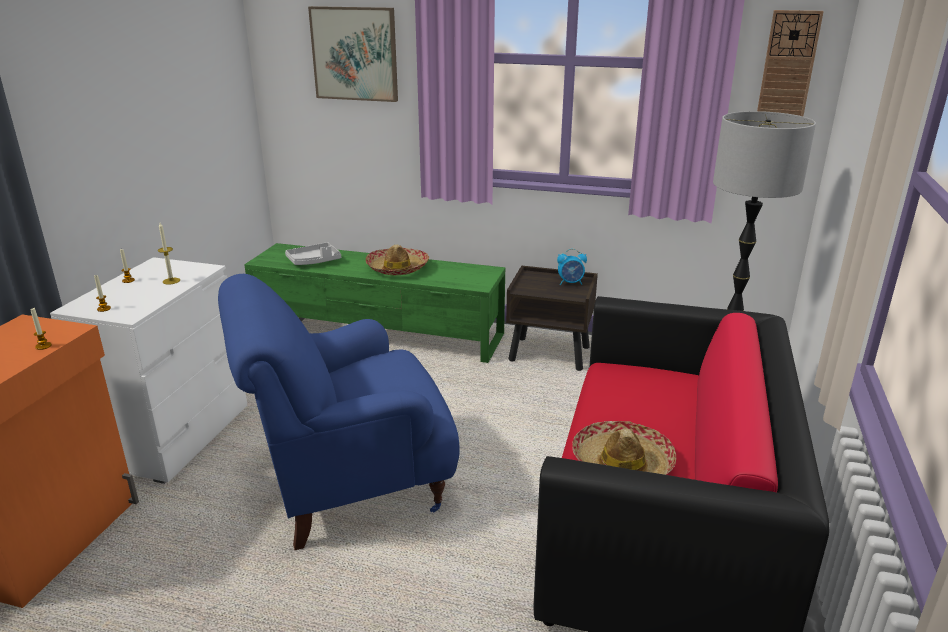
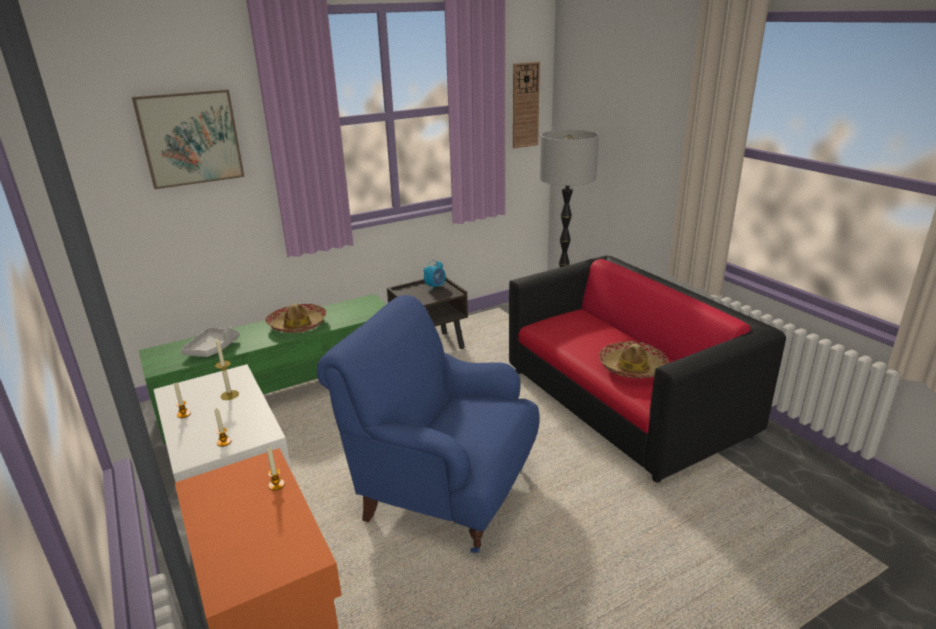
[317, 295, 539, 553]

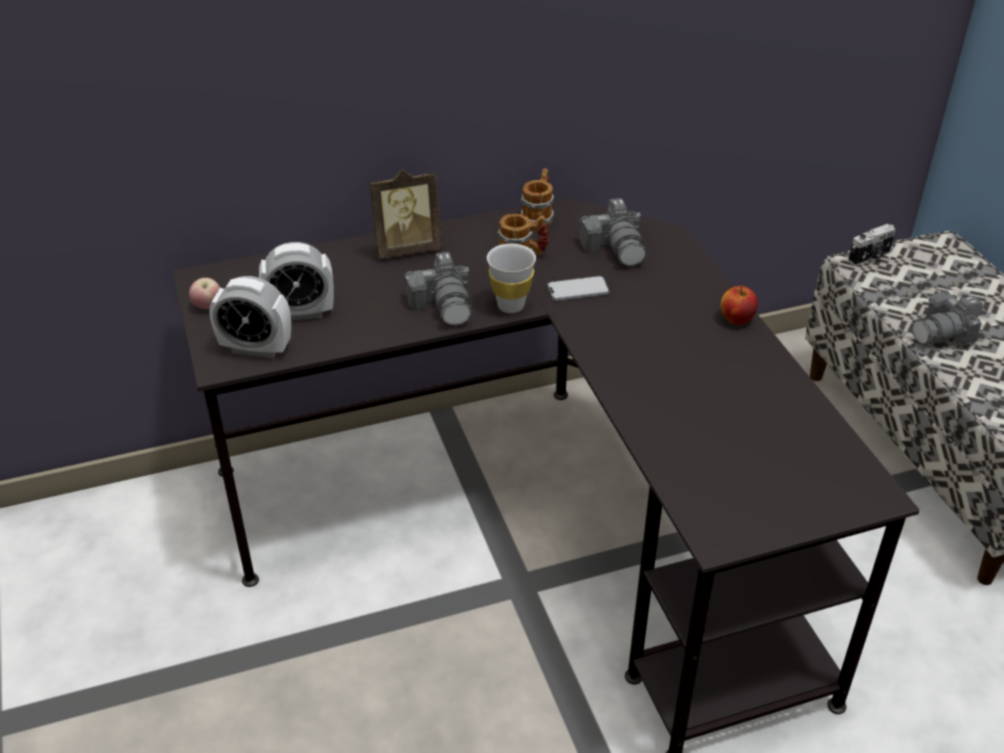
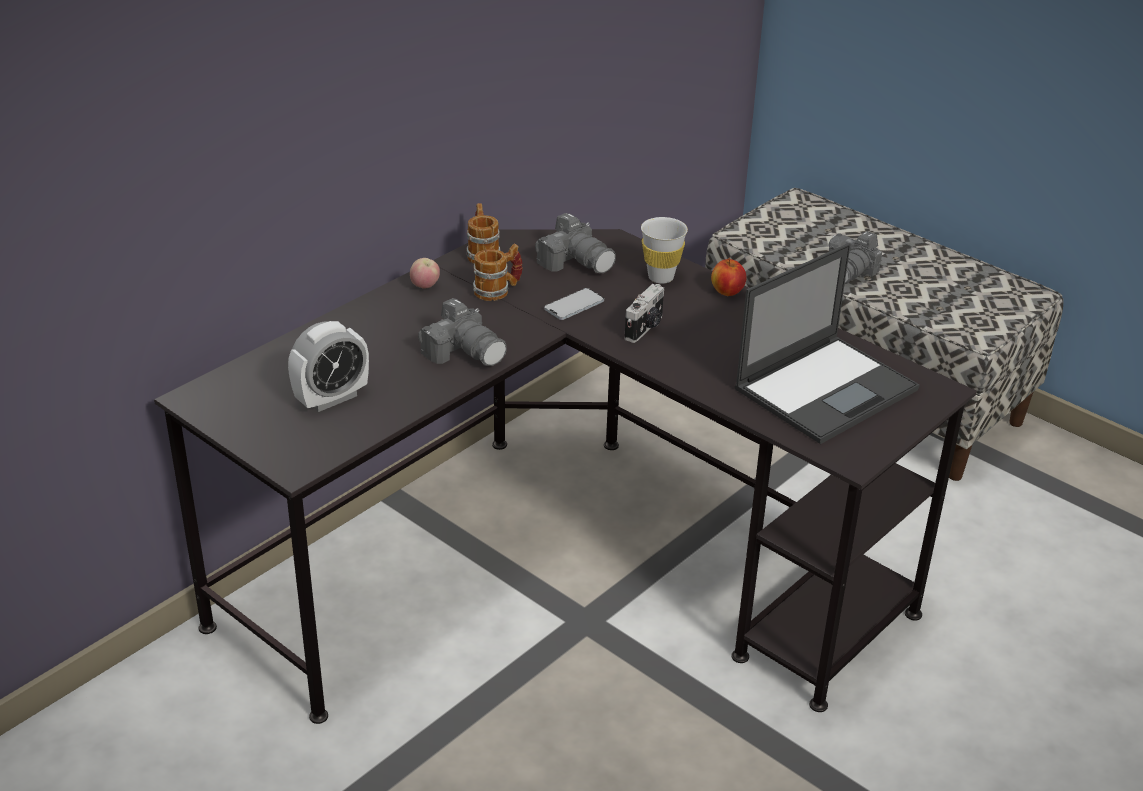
[370, 169, 442, 259] (first image)
[624, 284, 664, 343]
[641, 217, 688, 284]
[209, 276, 291, 358] (first image)
[410, 258, 440, 288]
[735, 243, 919, 444]

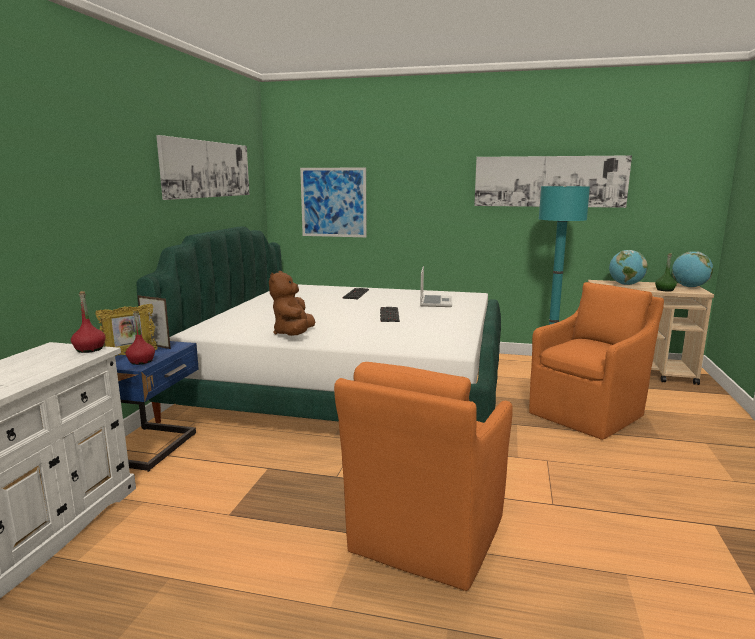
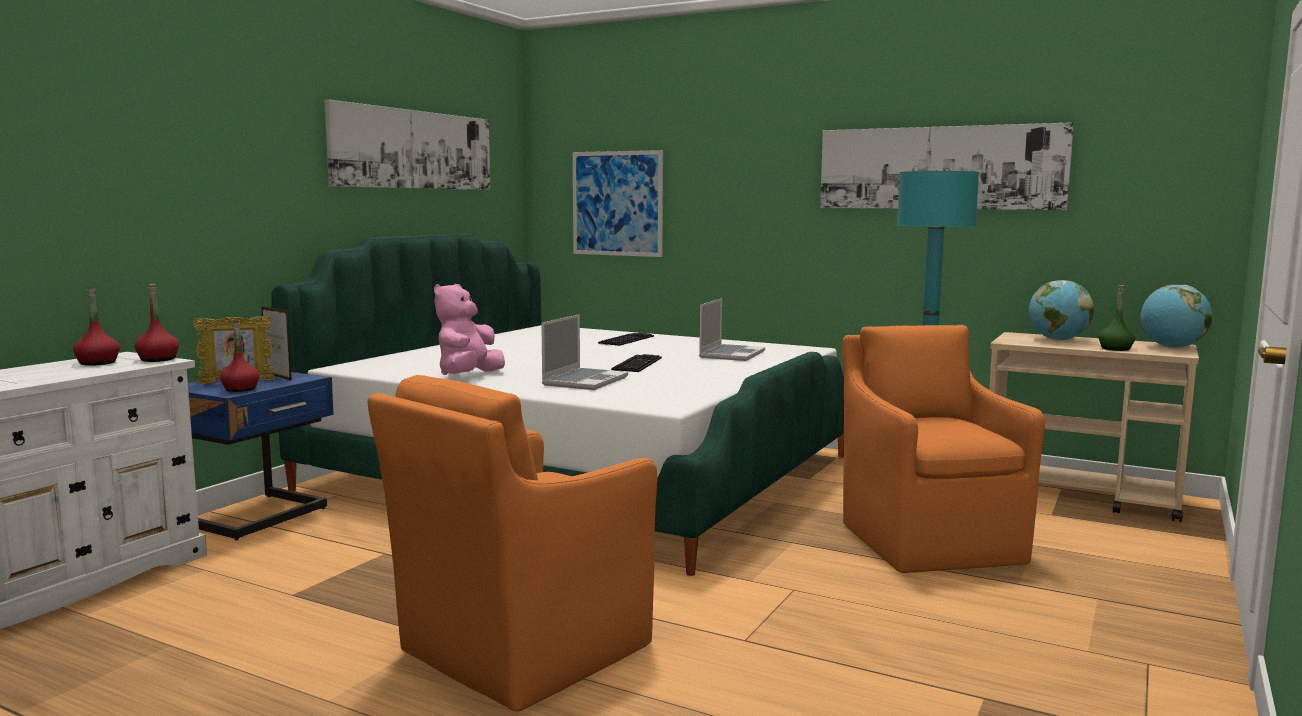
[434, 284, 505, 375]
[842, 325, 1045, 573]
[73, 286, 120, 366]
[541, 314, 628, 390]

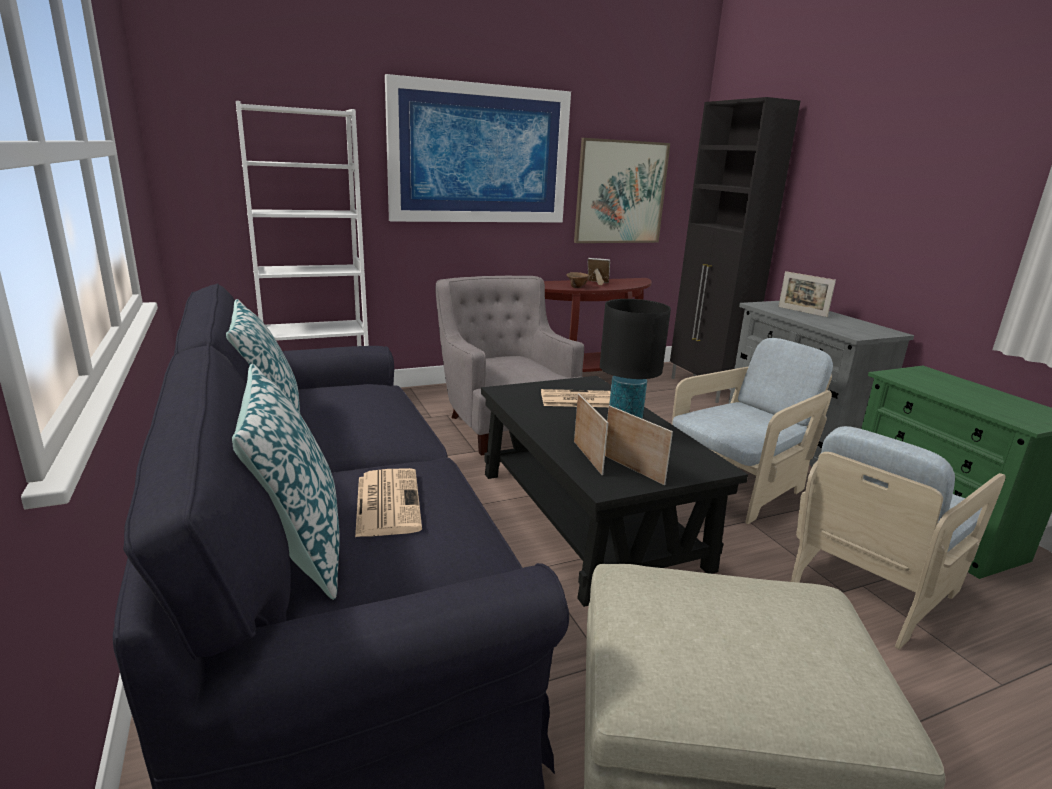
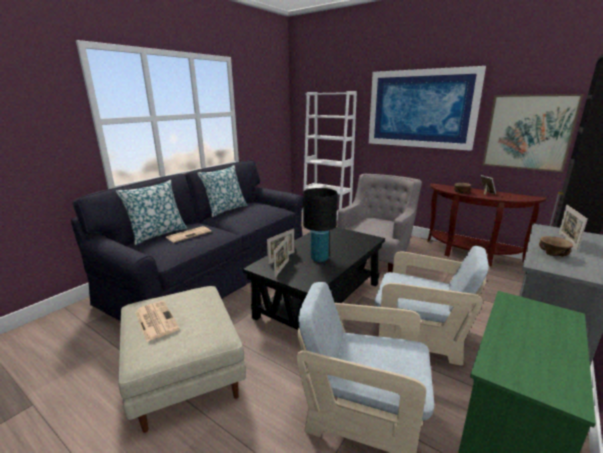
[135, 301, 179, 342]
[539, 236, 573, 256]

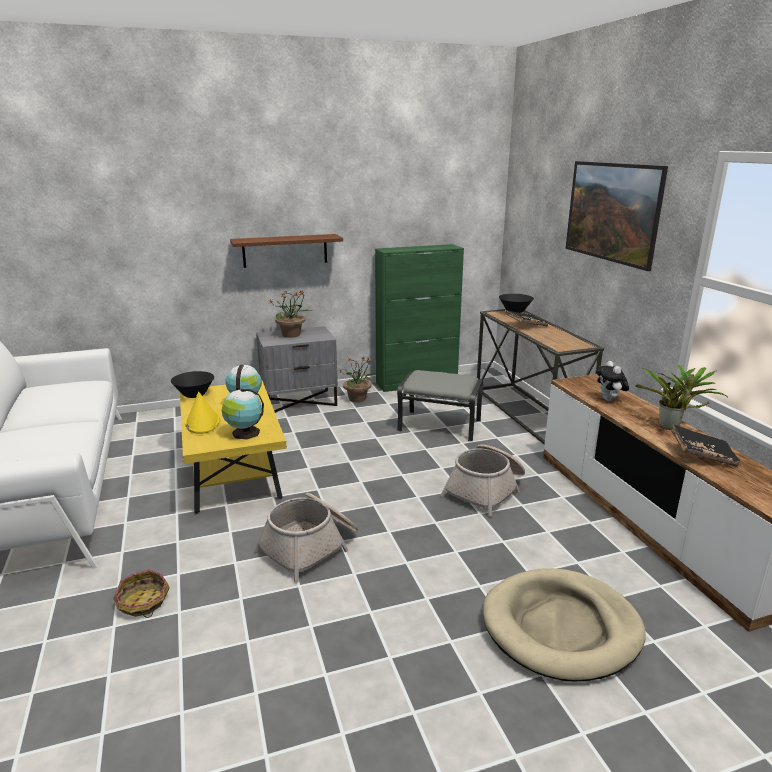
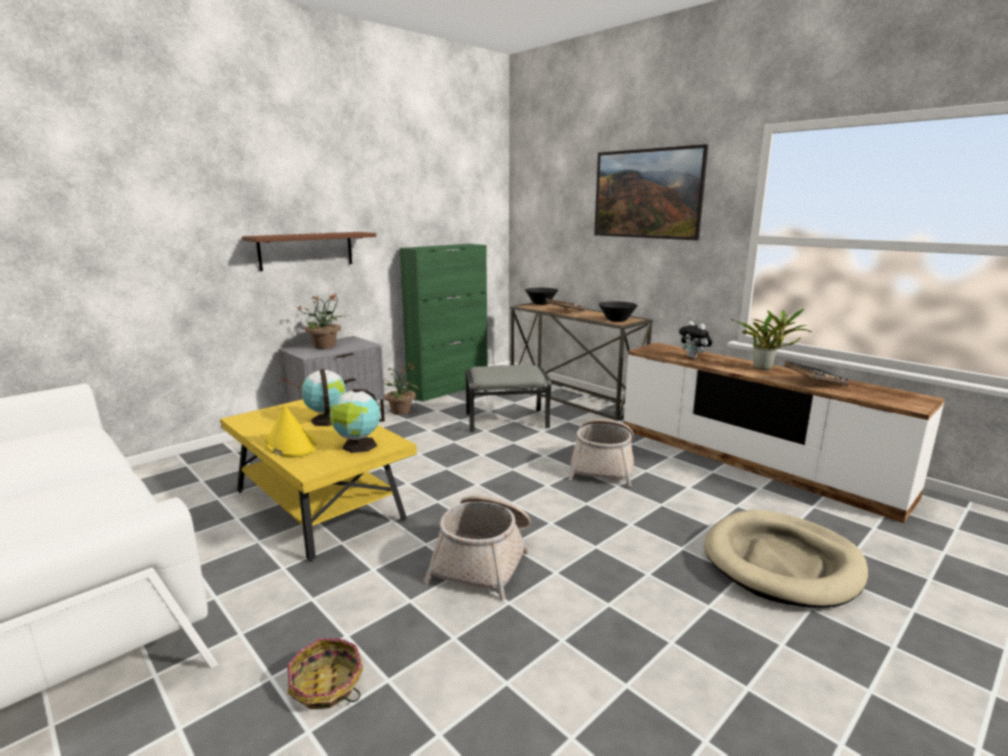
[599, 301, 638, 322]

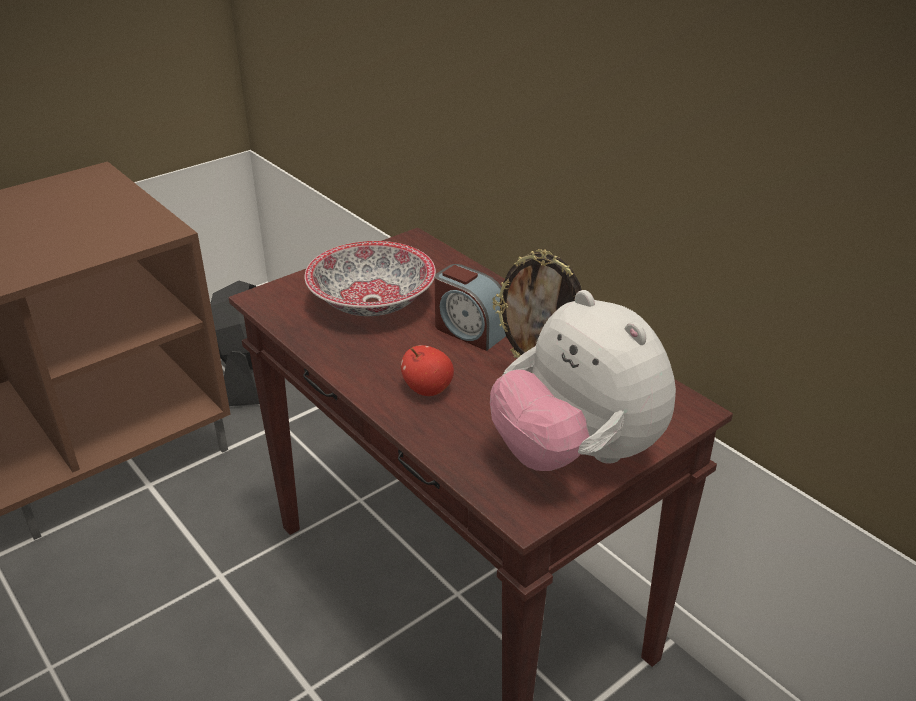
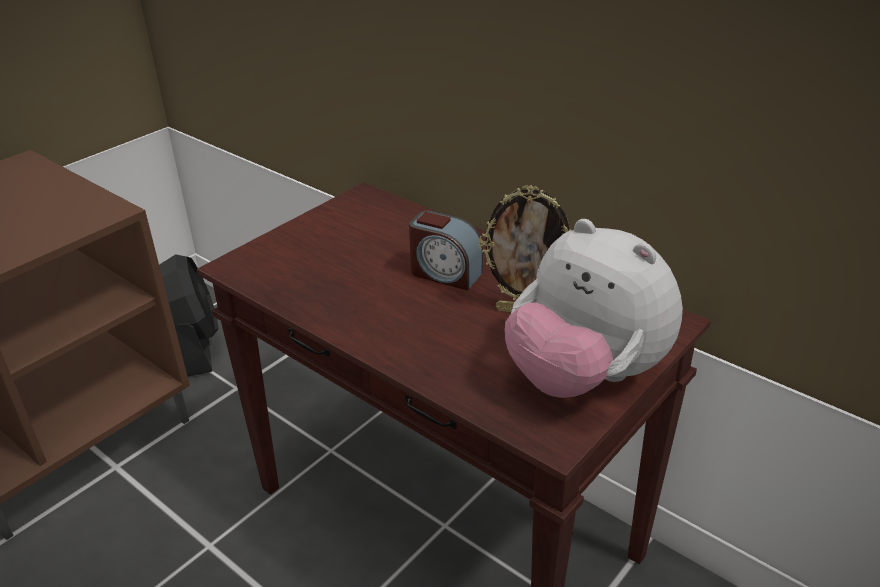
[305, 241, 436, 316] (first image)
[401, 345, 454, 396] (first image)

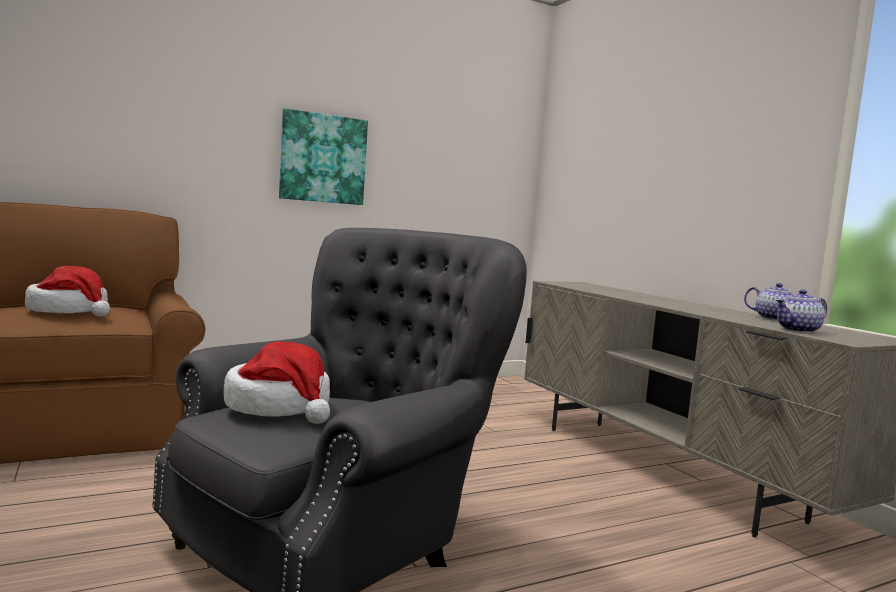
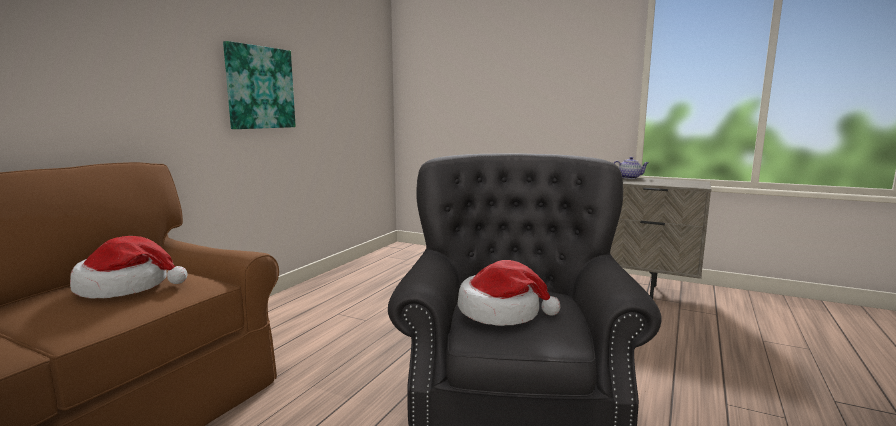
[776, 290, 827, 333] (first image)

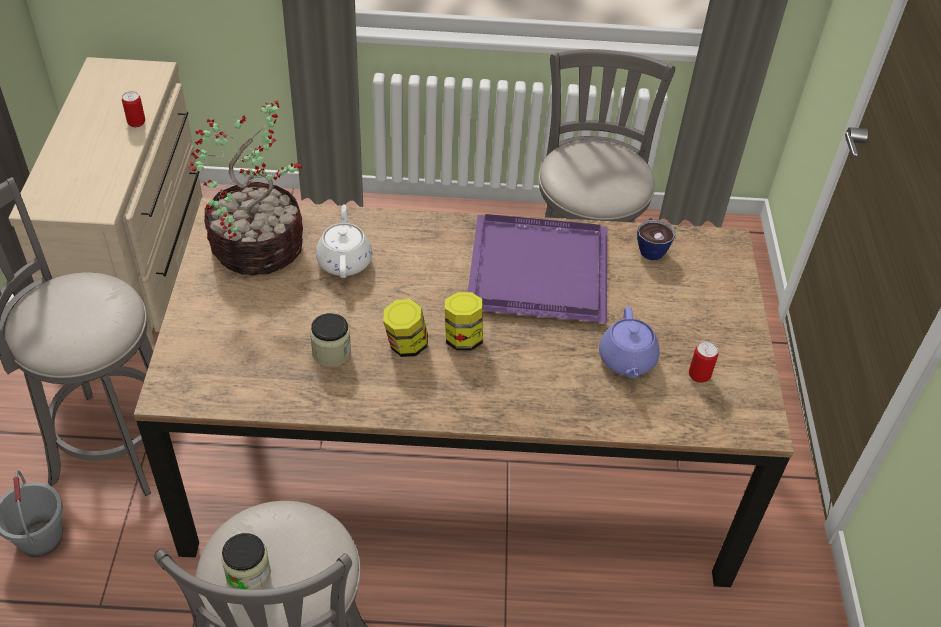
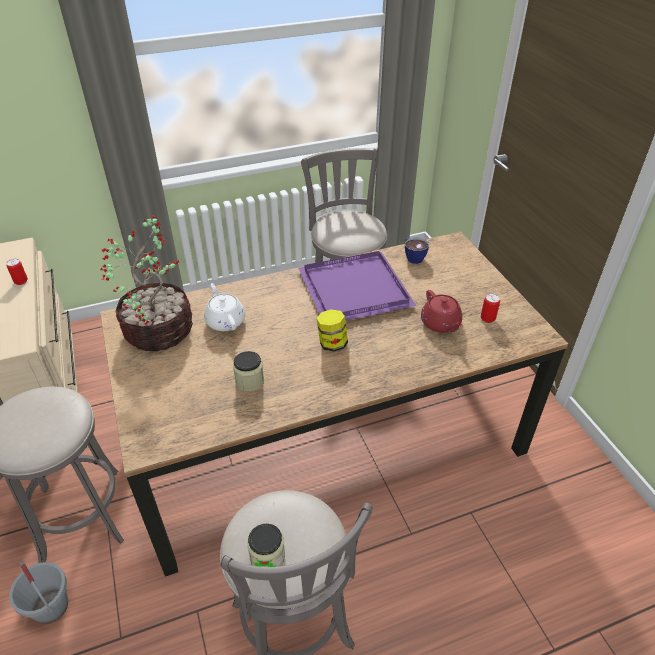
[383, 299, 428, 357] (first image)
[421, 290, 463, 333]

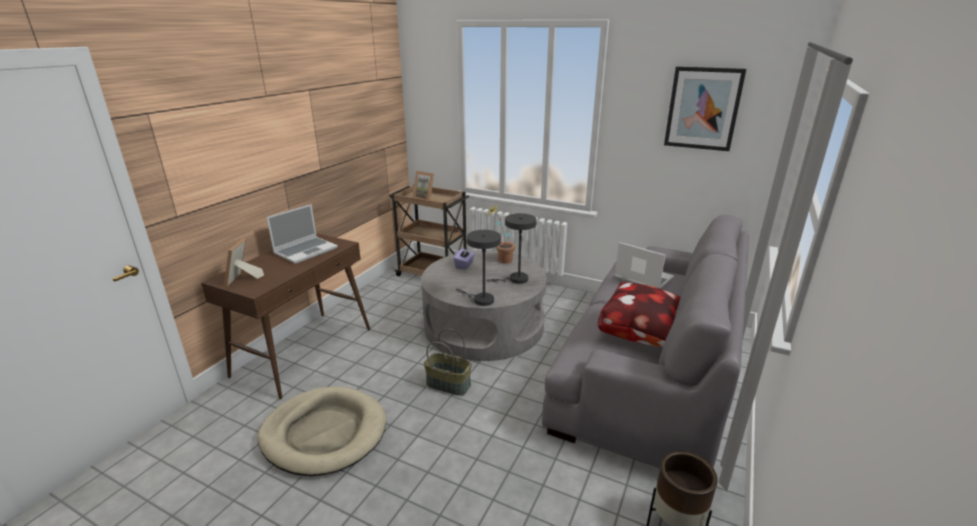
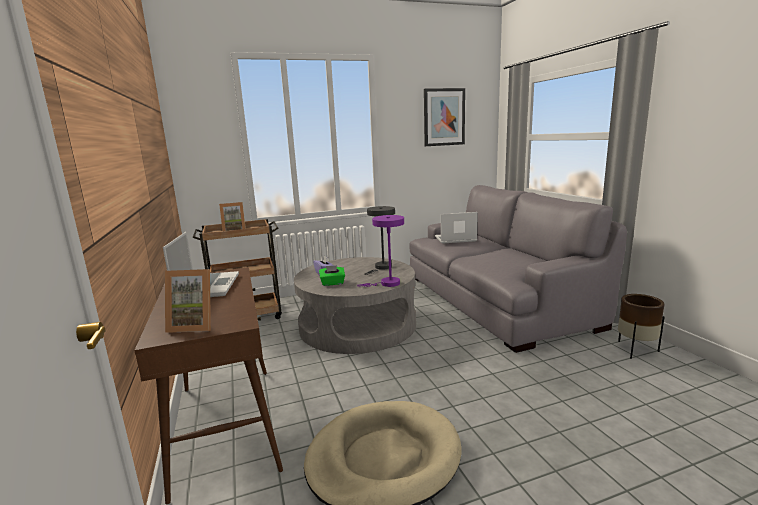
[487, 204, 515, 264] (first image)
[357, 215, 404, 287]
[165, 269, 211, 333]
[597, 282, 681, 347] (first image)
[424, 329, 472, 396] (first image)
[319, 265, 345, 286]

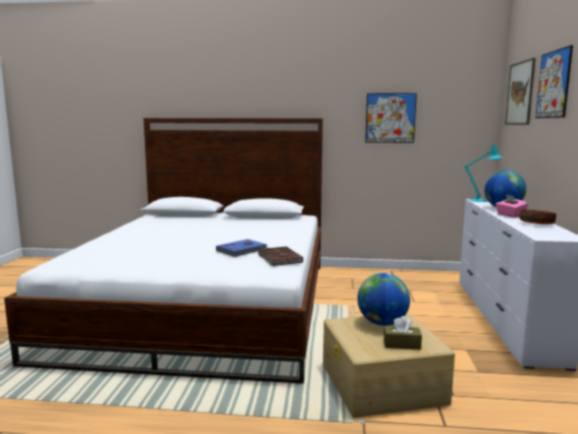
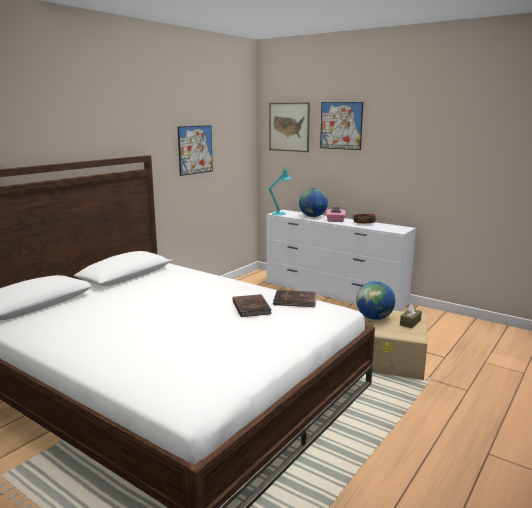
[233, 294, 272, 317]

